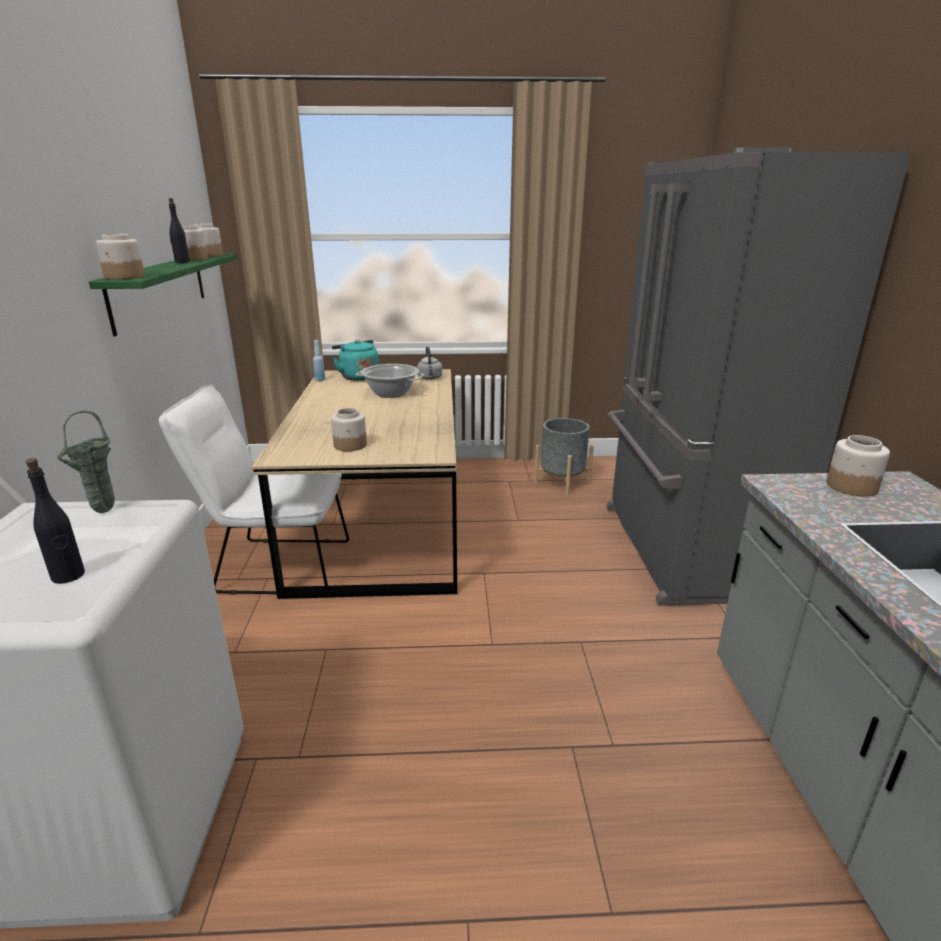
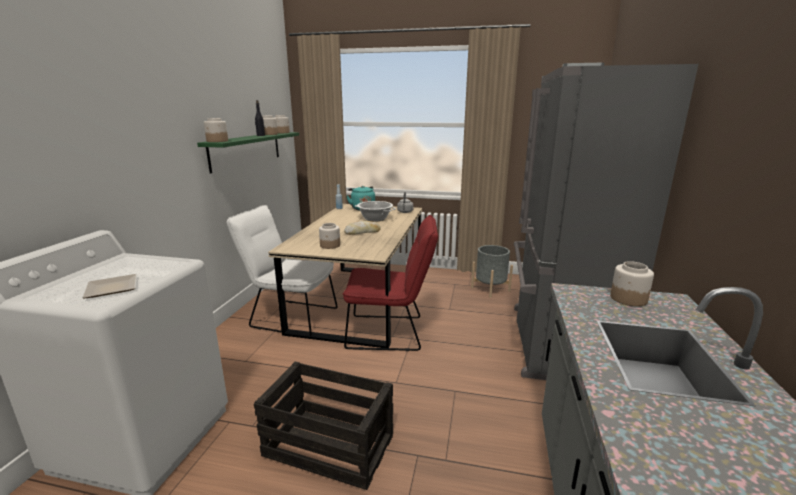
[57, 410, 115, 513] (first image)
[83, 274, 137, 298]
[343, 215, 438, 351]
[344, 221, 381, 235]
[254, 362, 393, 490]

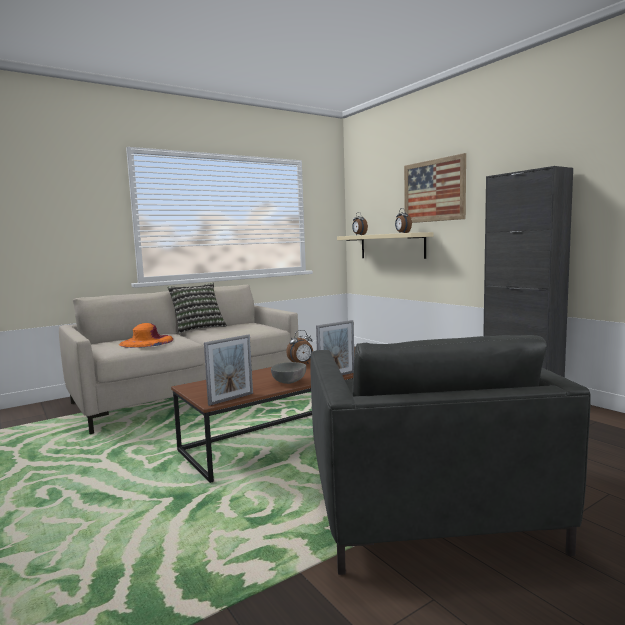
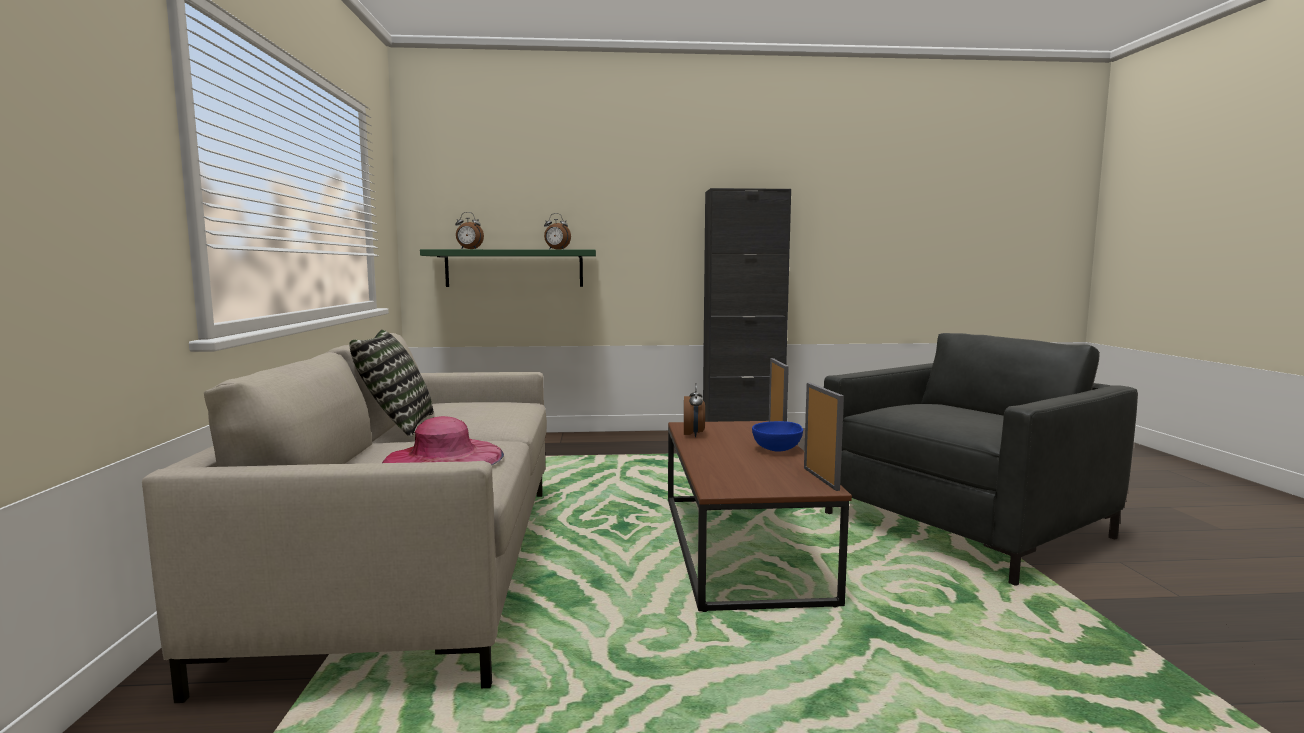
[404, 153, 466, 223] (first image)
[420, 249, 596, 287]
[382, 416, 504, 465]
[824, 333, 1138, 586]
[752, 421, 803, 452]

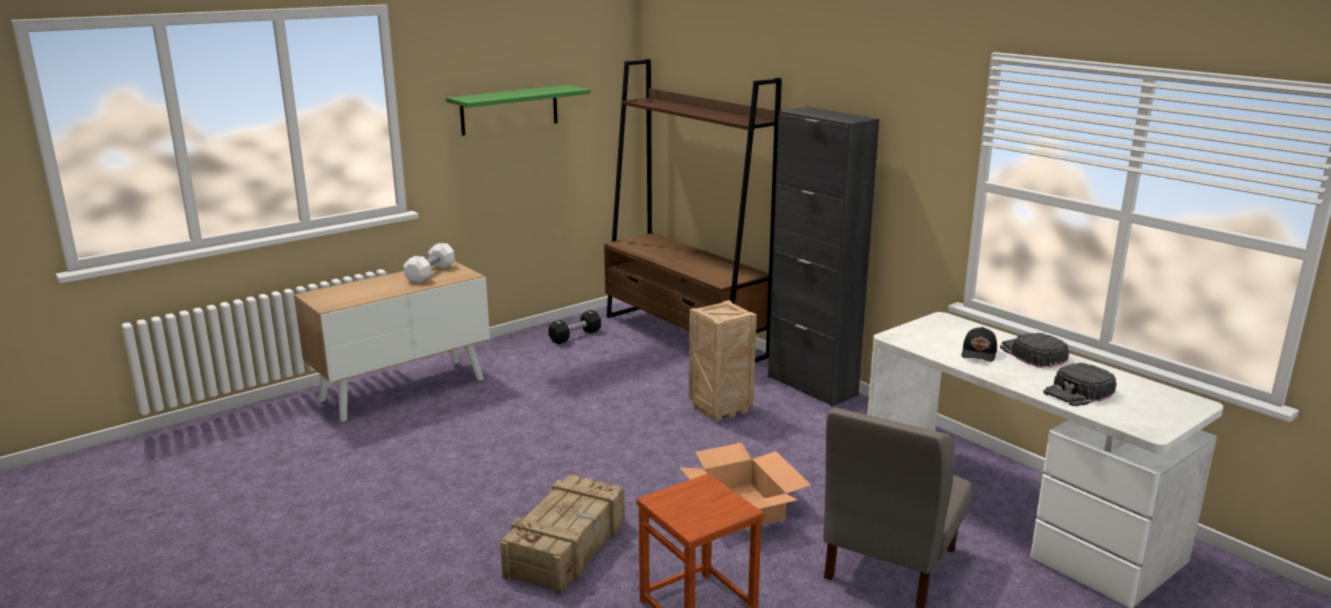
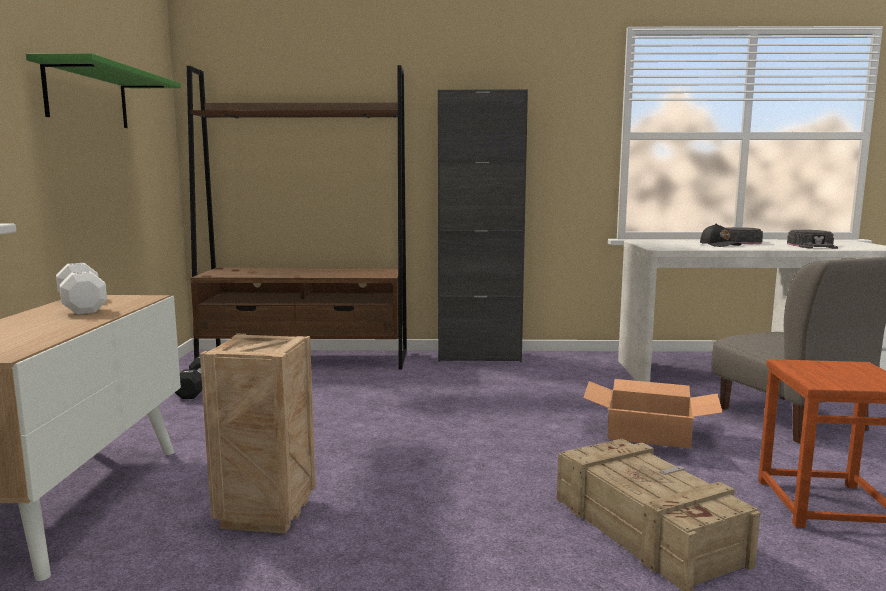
[200, 334, 316, 534]

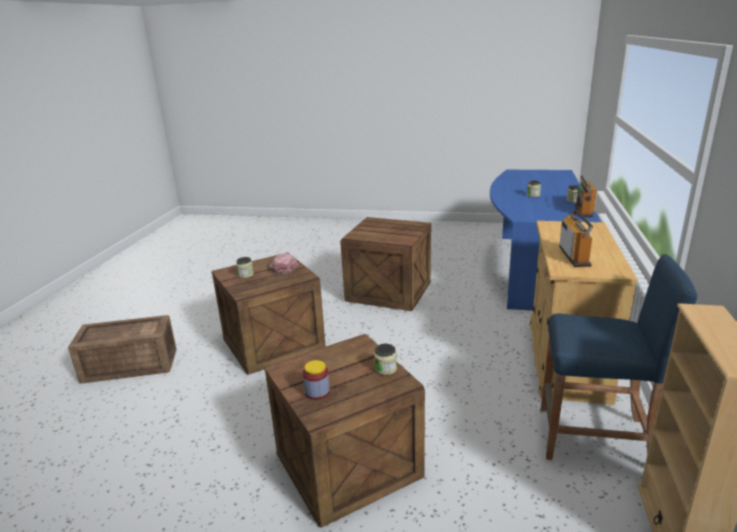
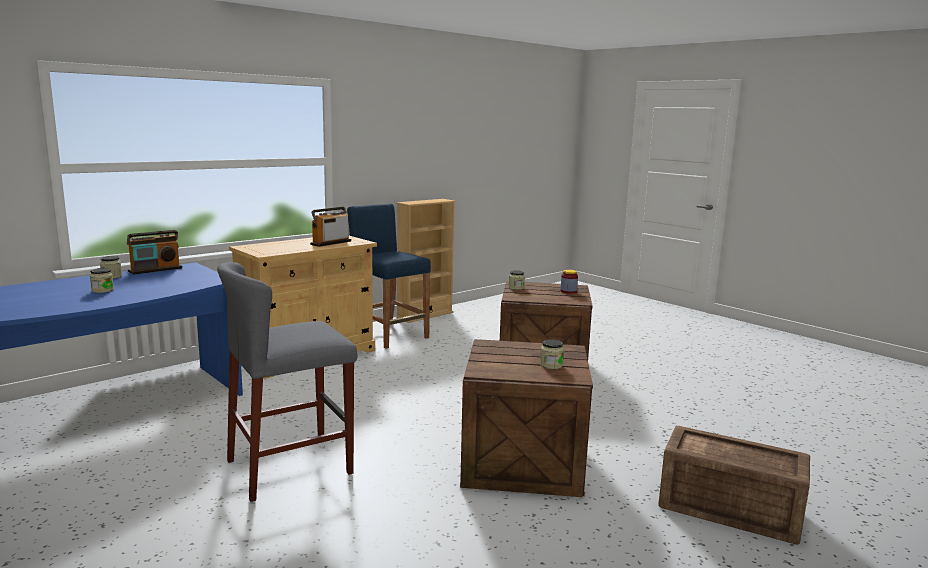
[217, 262, 357, 502]
[269, 253, 298, 274] (first image)

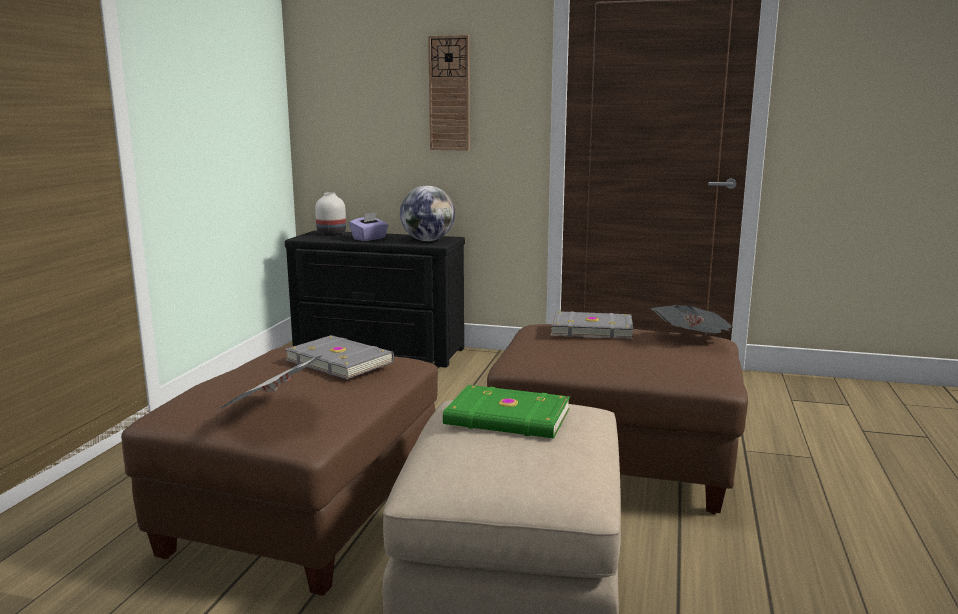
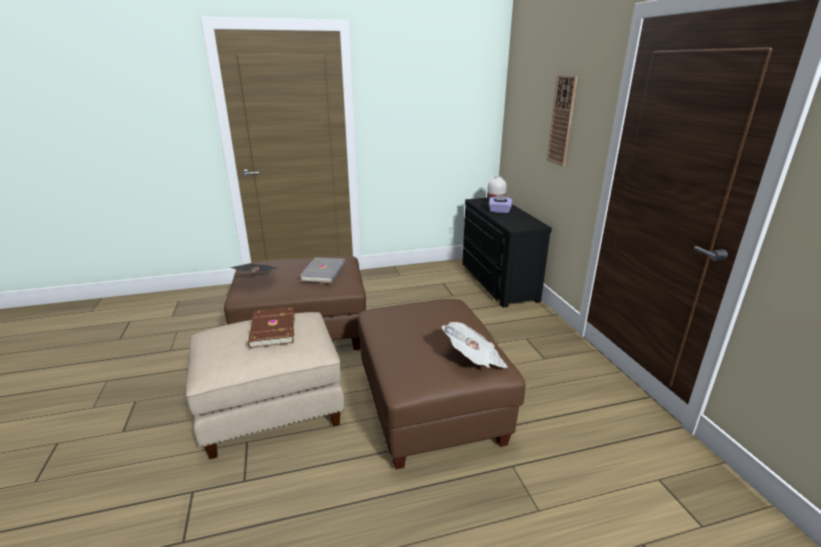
[400, 186, 455, 241] (first image)
[551, 311, 633, 339] (first image)
[248, 307, 295, 348]

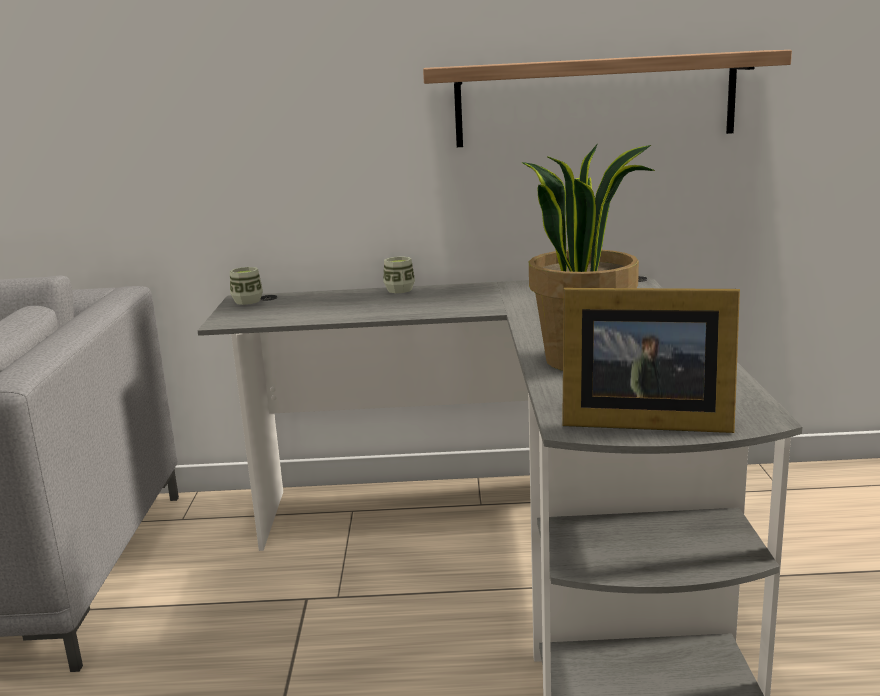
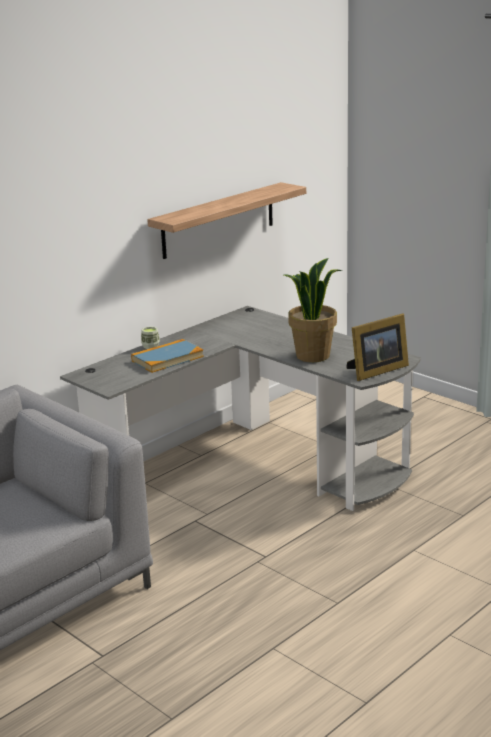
[230, 267, 263, 305] (first image)
[131, 339, 204, 373]

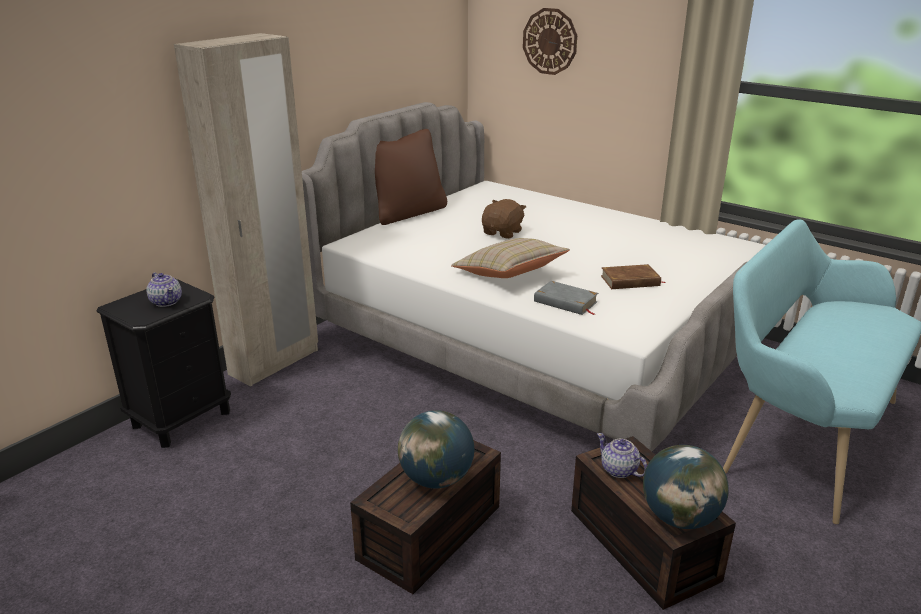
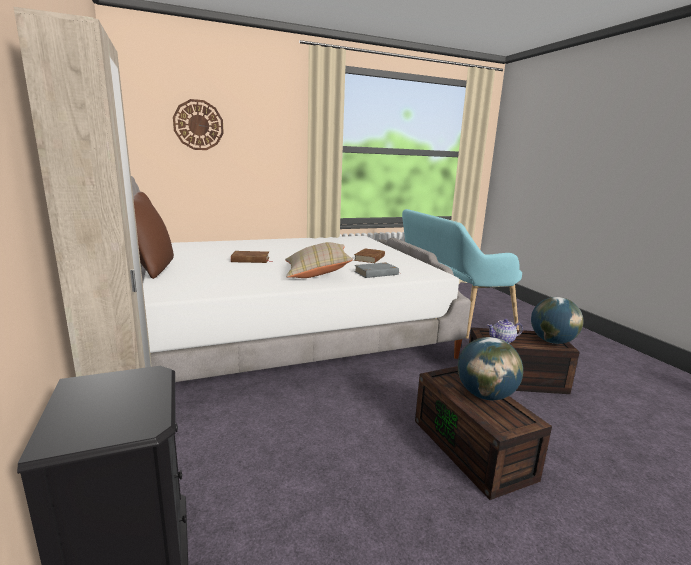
[231, 251, 272, 263]
[146, 272, 182, 307] (first image)

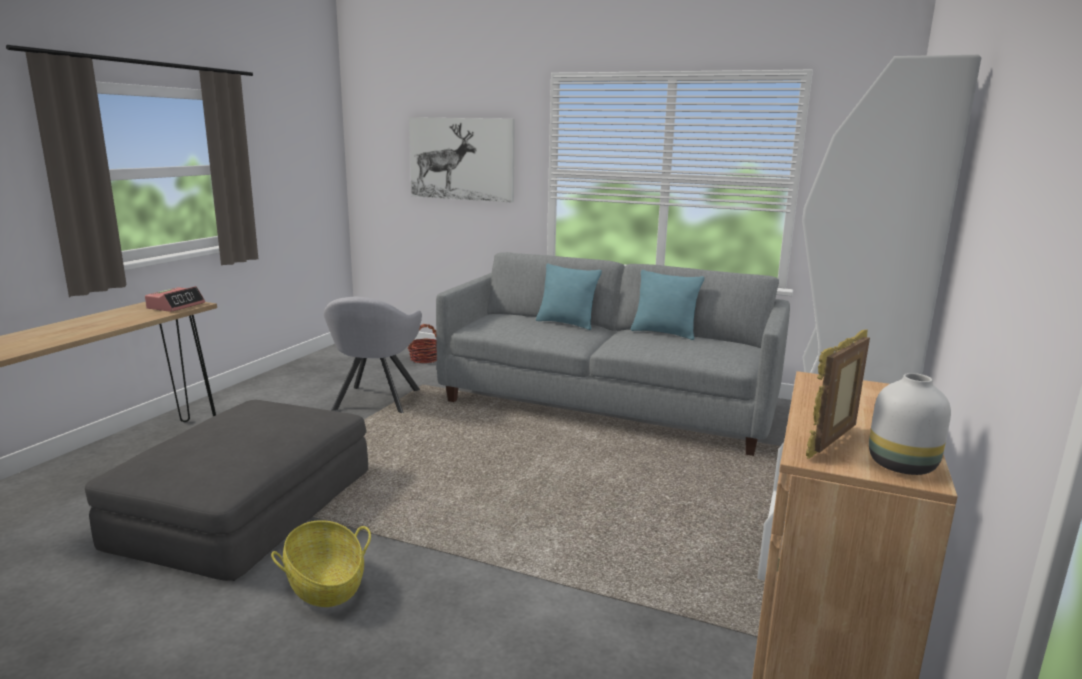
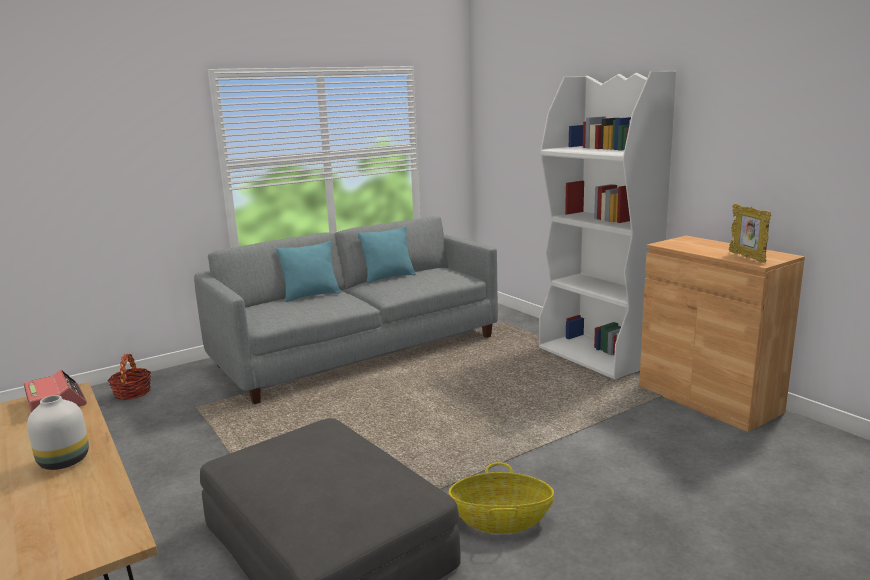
[409, 117, 515, 202] (first image)
[324, 297, 422, 413] (first image)
[27, 395, 89, 470]

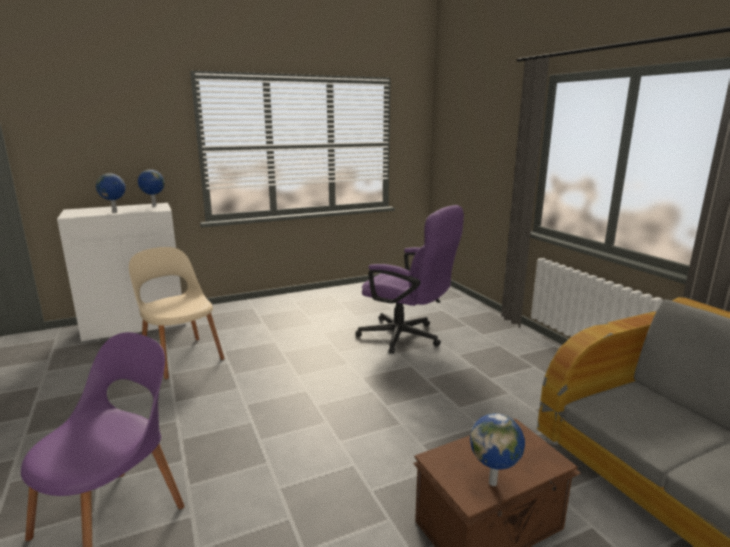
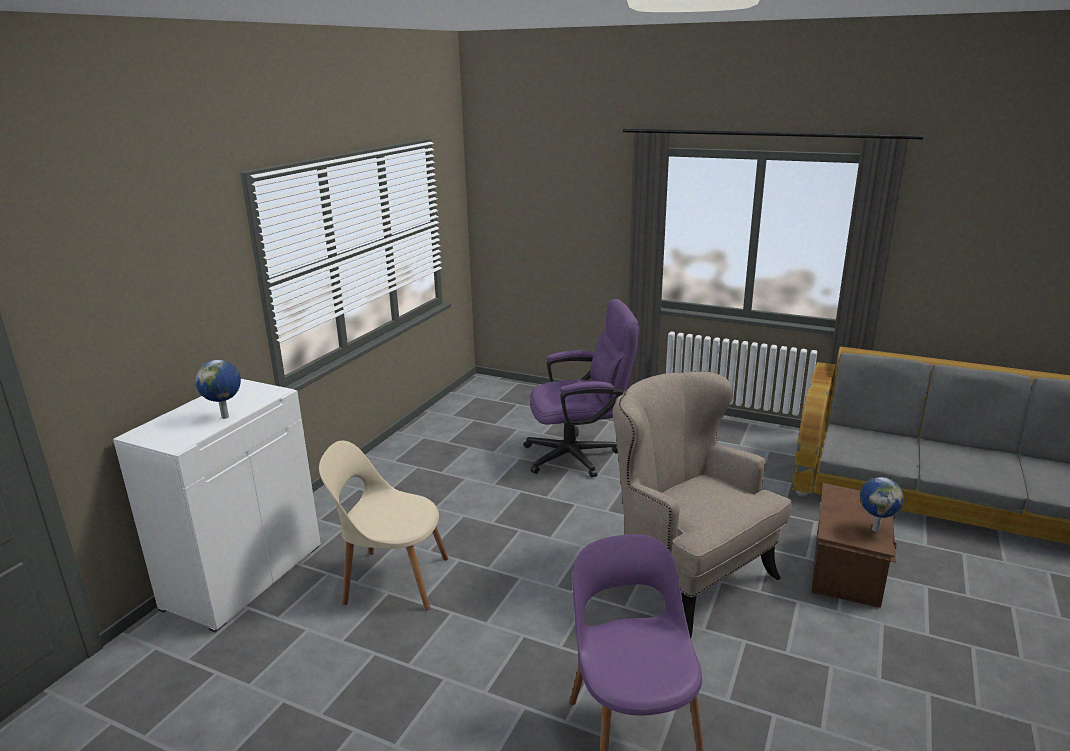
[138, 170, 165, 206] (first image)
[613, 371, 791, 638]

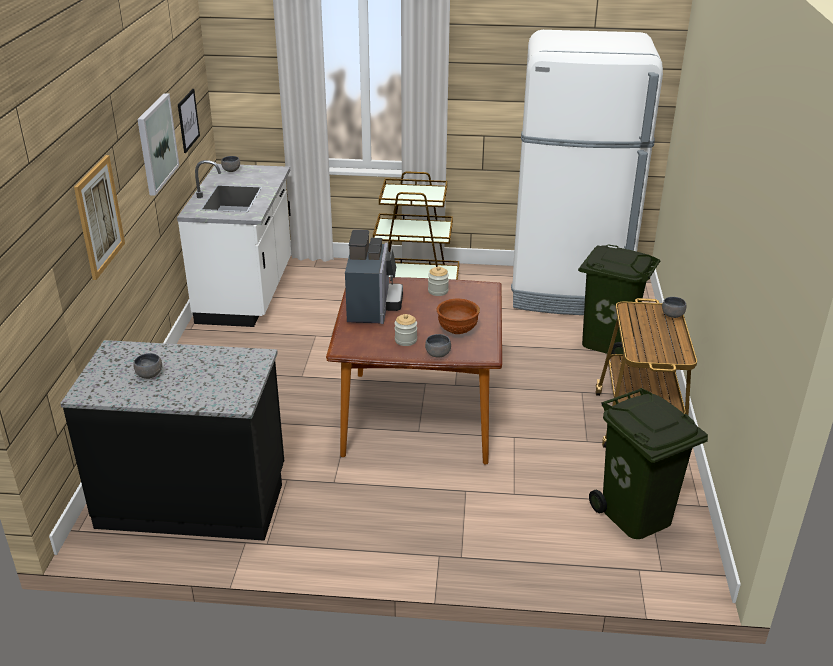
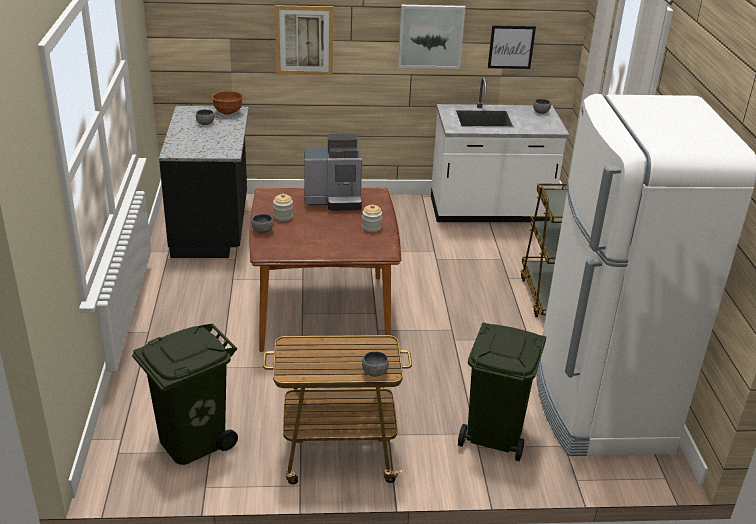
[212, 90, 243, 115]

